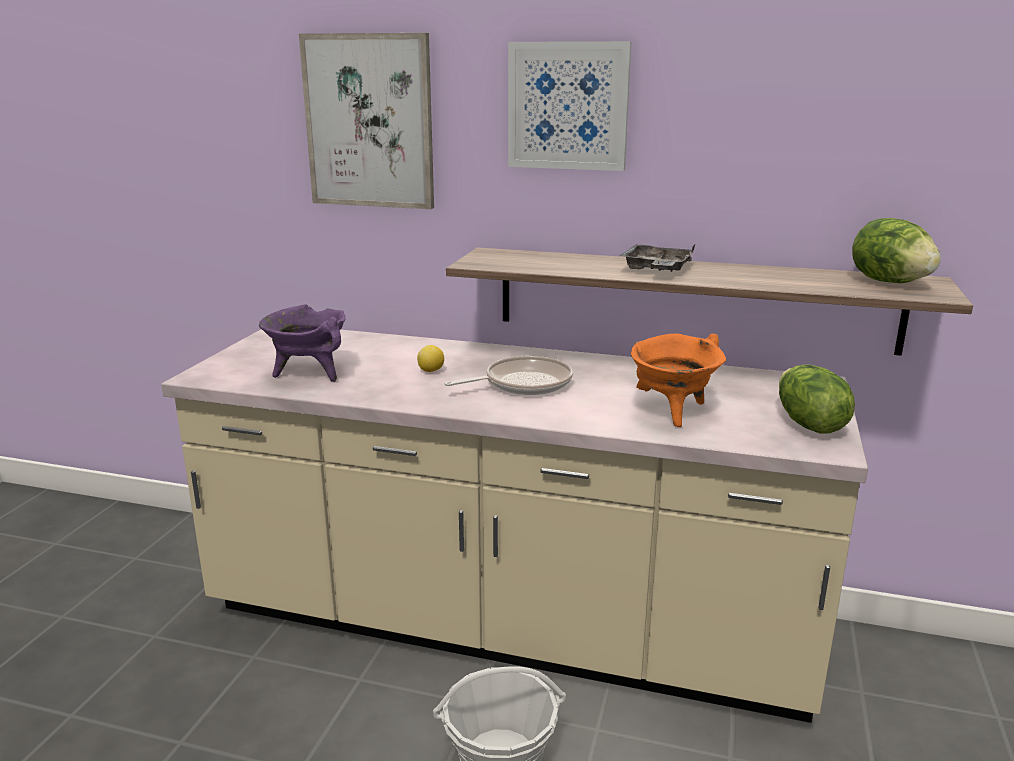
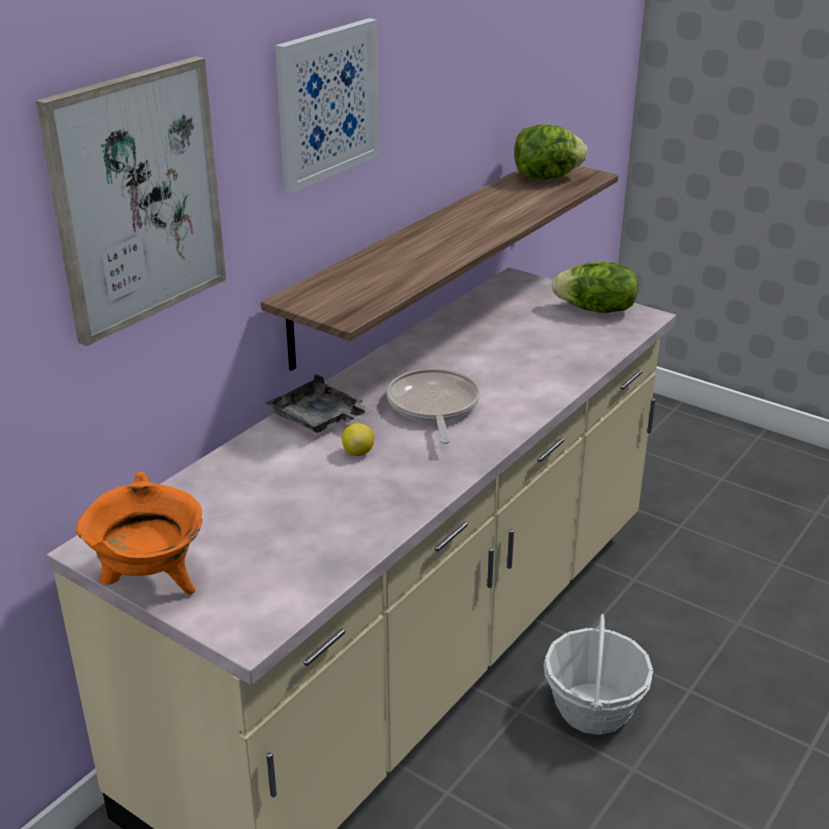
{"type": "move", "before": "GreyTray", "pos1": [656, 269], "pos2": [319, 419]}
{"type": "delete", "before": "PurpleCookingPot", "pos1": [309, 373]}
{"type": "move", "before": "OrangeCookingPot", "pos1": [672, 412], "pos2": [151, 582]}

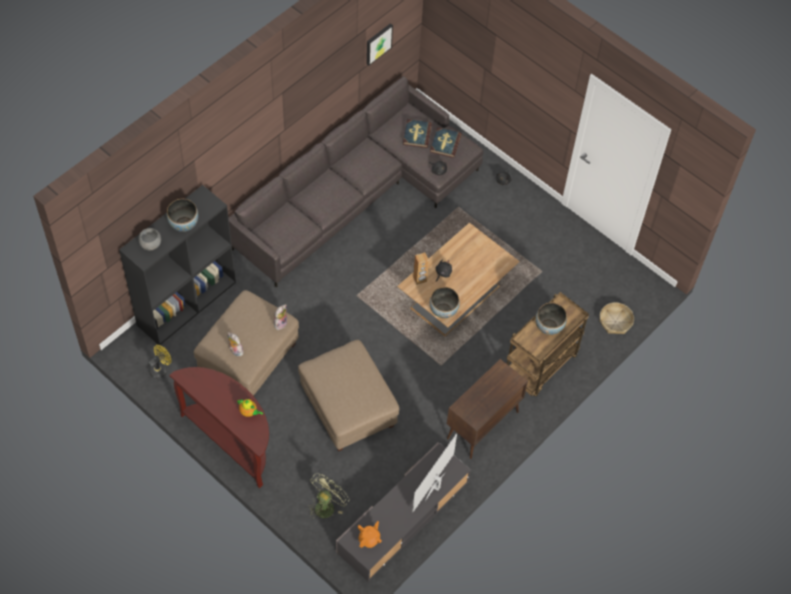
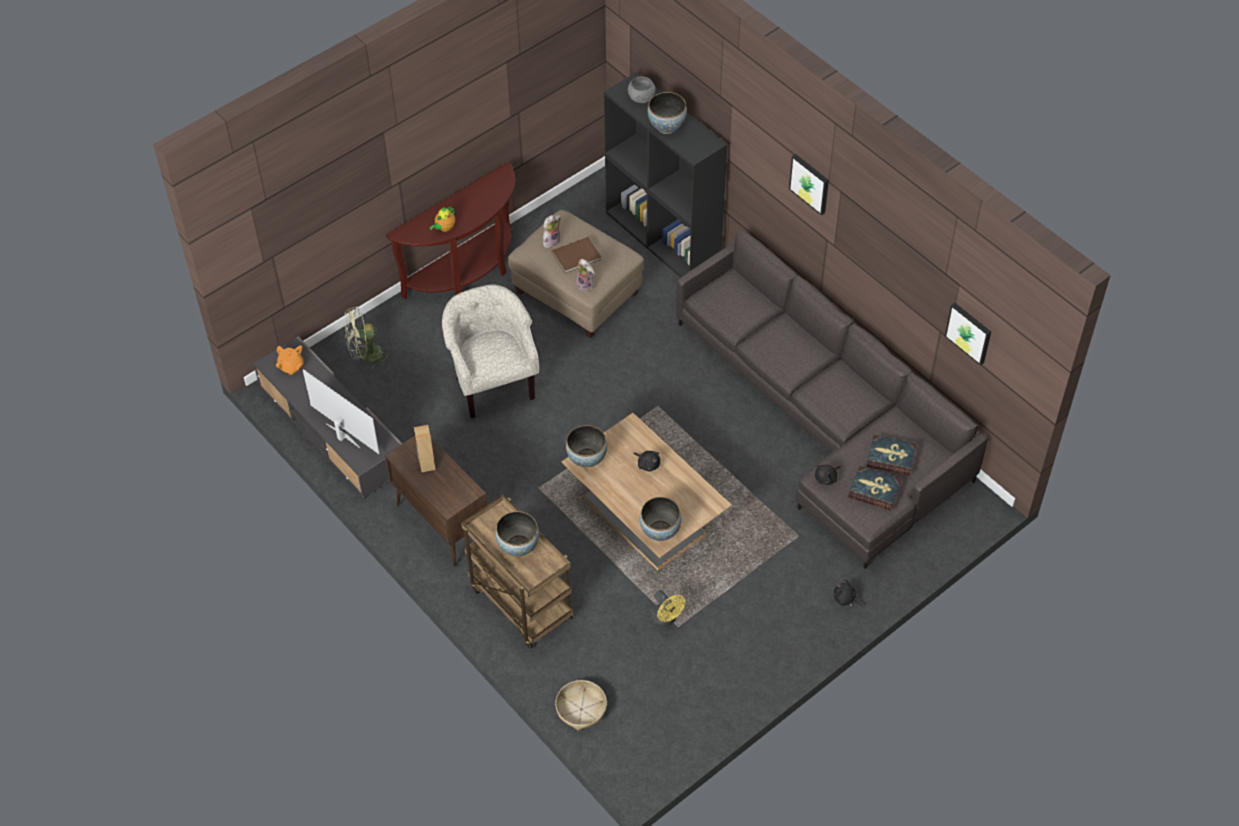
{"type": "move", "before": "BrownSpeaker", "pos1": [420, 279], "pos2": [426, 465]}
{"type": "replace", "before": "BeigeOttoman", "after": "BeigeArmchair", "pos1": [347, 407], "pos2": [492, 385]}
{"type": "move", "before": "YellowFan", "pos1": [160, 369], "pos2": [666, 619]}
{"type": "rotate", "before": "GreenFan", "pos1": [326, 505], "pos2": [365, 356], "turn": 120}
{"type": "insert", "after": "Picture", "pos2": [810, 183]}
{"type": "insert", "after": "BrownBook", "pos2": [576, 257]}
{"type": "insert", "after": "Bowl", "pos2": [660, 531]}

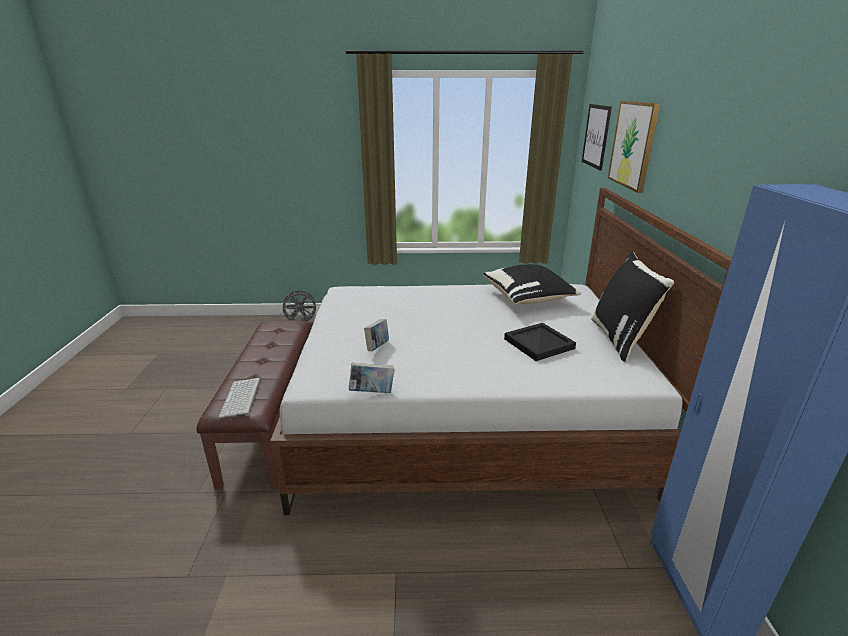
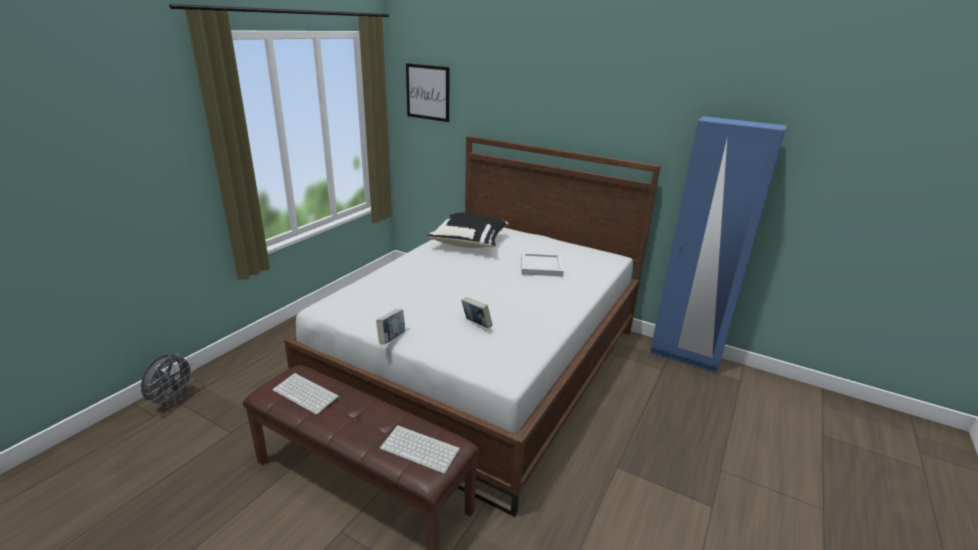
{"type": "delete", "before": "Picture", "pos1": [633, 145]}
{"type": "delete", "before": "BlackPillow", "pos1": [621, 339]}
{"type": "recolor", "before": "BlackTray", "after": "WhiteTray", "pos1": [538, 344], "pos2": [542, 266]}
{"type": "move", "before": "Book", "pos1": [372, 392], "pos2": [392, 339]}
{"type": "insert", "after": "Keyboard", "pos2": [307, 393]}

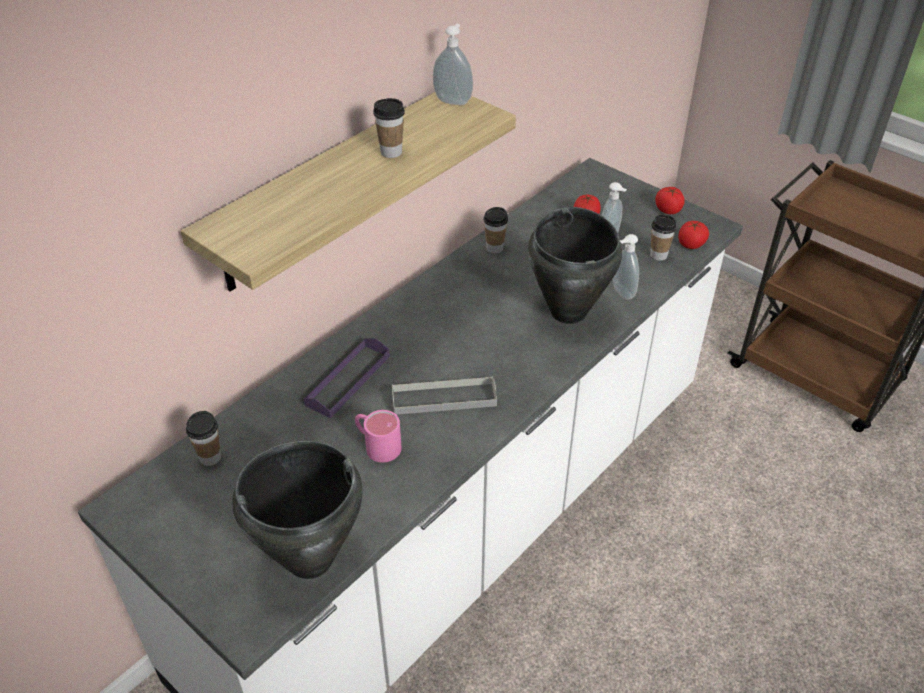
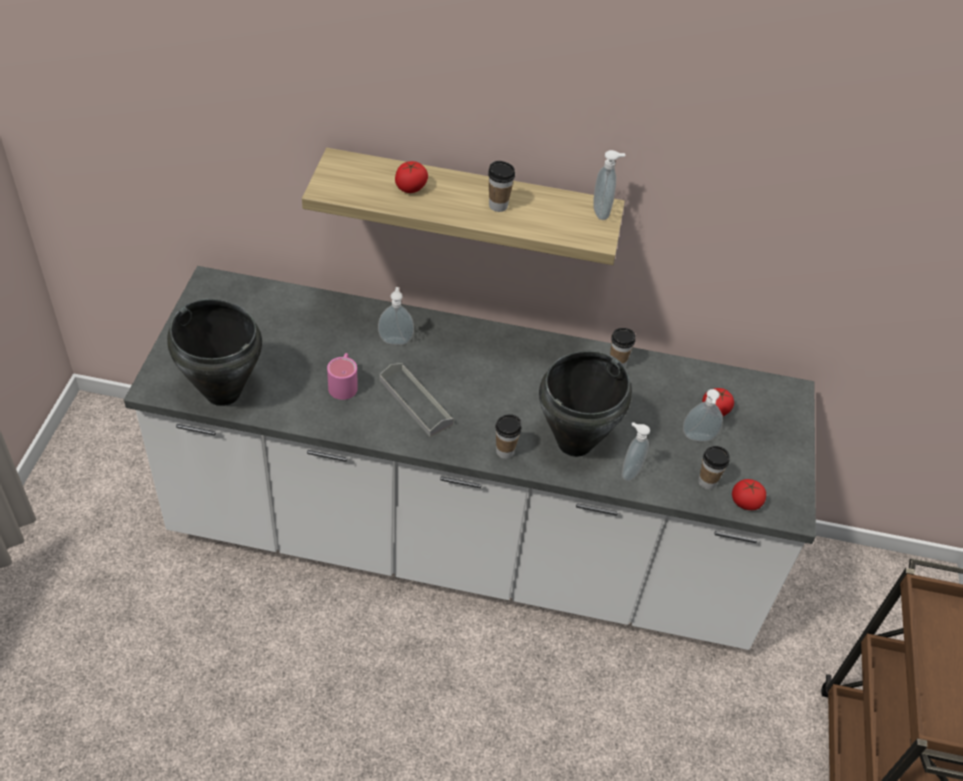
{"type": "move", "before": "Tomato", "pos1": [668, 210], "pos2": [410, 188]}
{"type": "replace", "before": "PurpleTray", "after": "SoapDispenser", "pos1": [348, 380], "pos2": [395, 340]}
{"type": "move", "before": "Cup", "pos1": [210, 457], "pos2": [505, 451]}

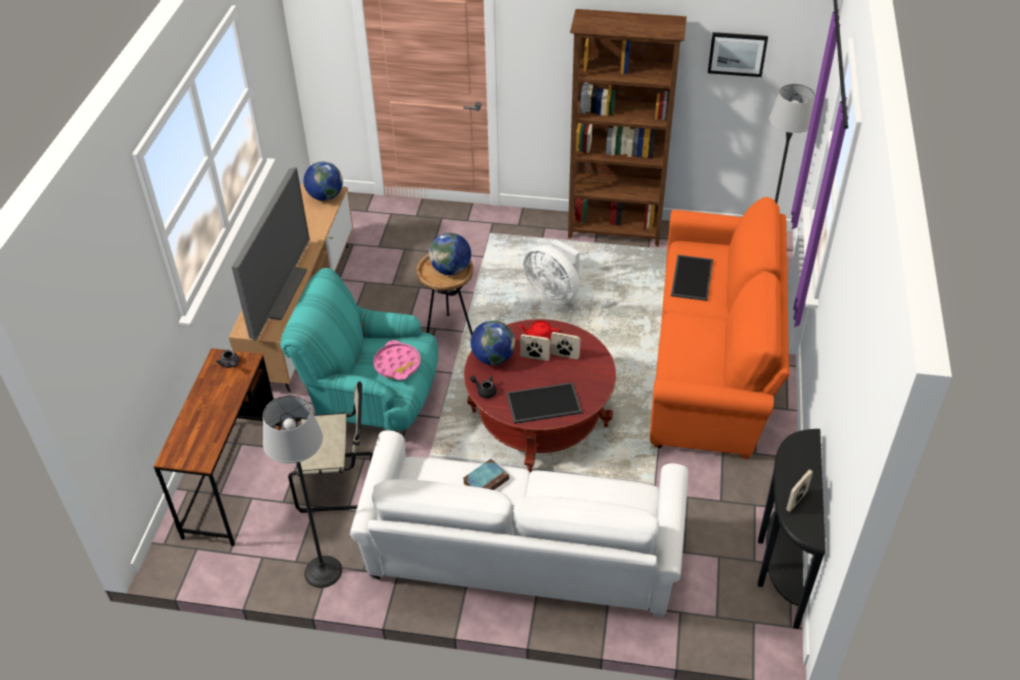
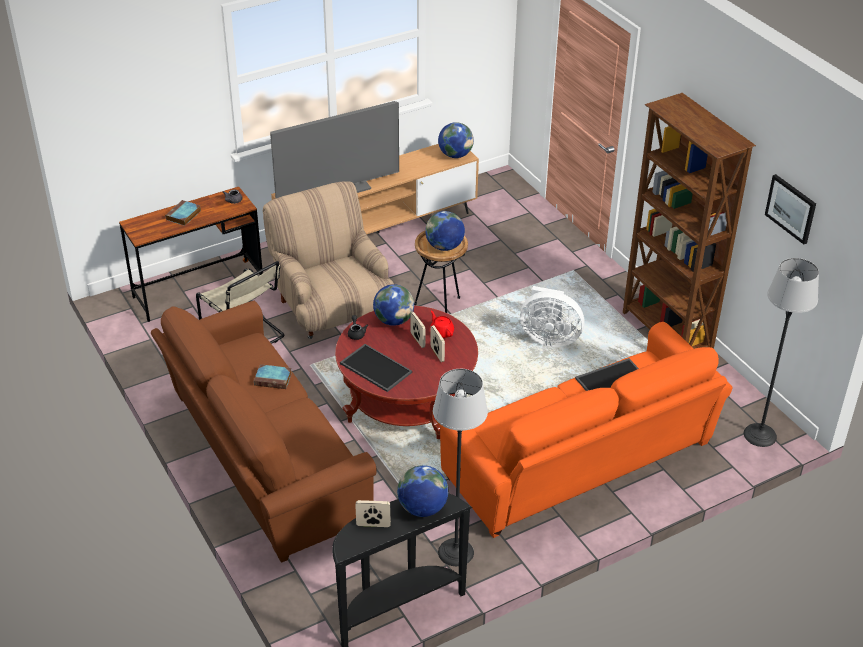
{"type": "rotate", "before": "WhiteFan", "pos1": [554, 293], "pos2": [549, 338], "turn": -75}
{"type": "recolor", "before": "TurquoiseArmchair", "after": "BeigeArmchair", "pos1": [371, 402], "pos2": [331, 309]}
{"type": "delete", "before": "PinkTray", "pos1": [397, 364]}
{"type": "move", "before": "FloorLamp", "pos1": [323, 571], "pos2": [455, 552]}
{"type": "recolor", "before": "WhiteSofa", "after": "BrownSofa", "pos1": [521, 561], "pos2": [262, 460]}
{"type": "insert", "after": "Book", "pos2": [183, 215]}
{"type": "insert", "after": "Globe", "pos2": [422, 508]}

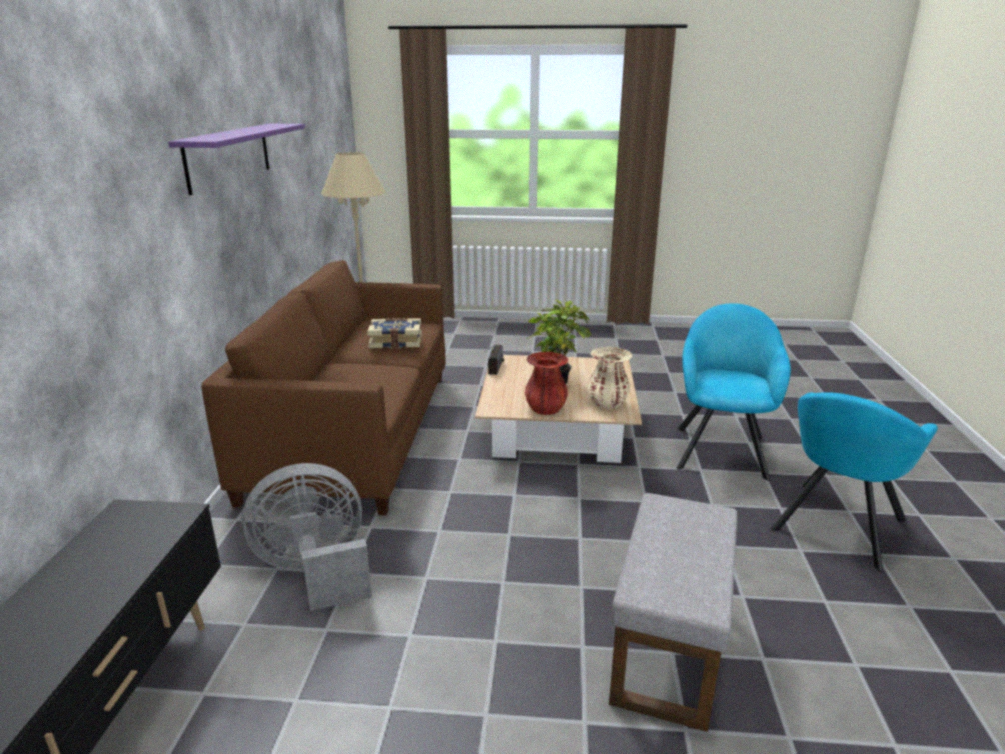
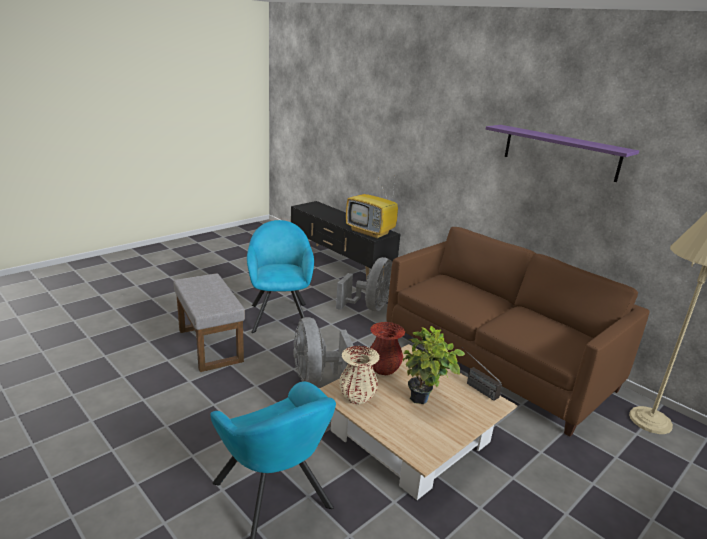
{"type": "delete", "before": "Book", "pos1": [396, 341]}
{"type": "move", "before": "TurquoiseArmchair", "pos1": [836, 527], "pos2": [279, 315]}
{"type": "insert", "after": "Television", "pos2": [371, 233]}
{"type": "insert", "after": "GreyFan", "pos2": [316, 379]}

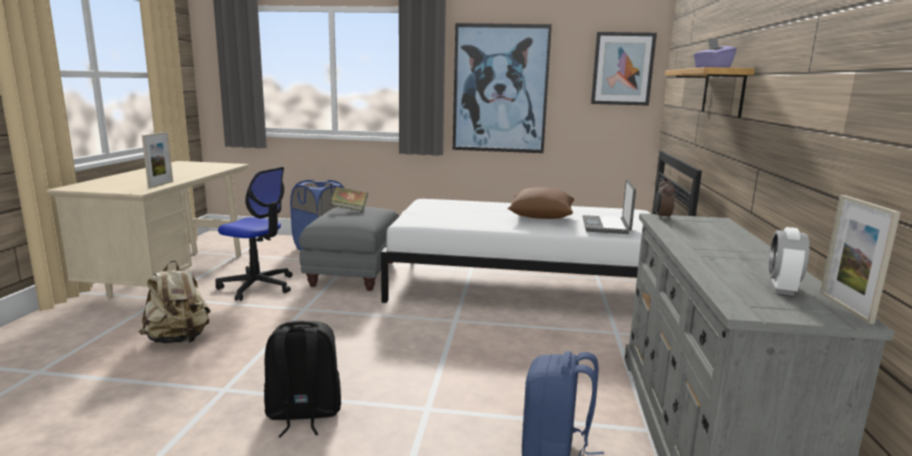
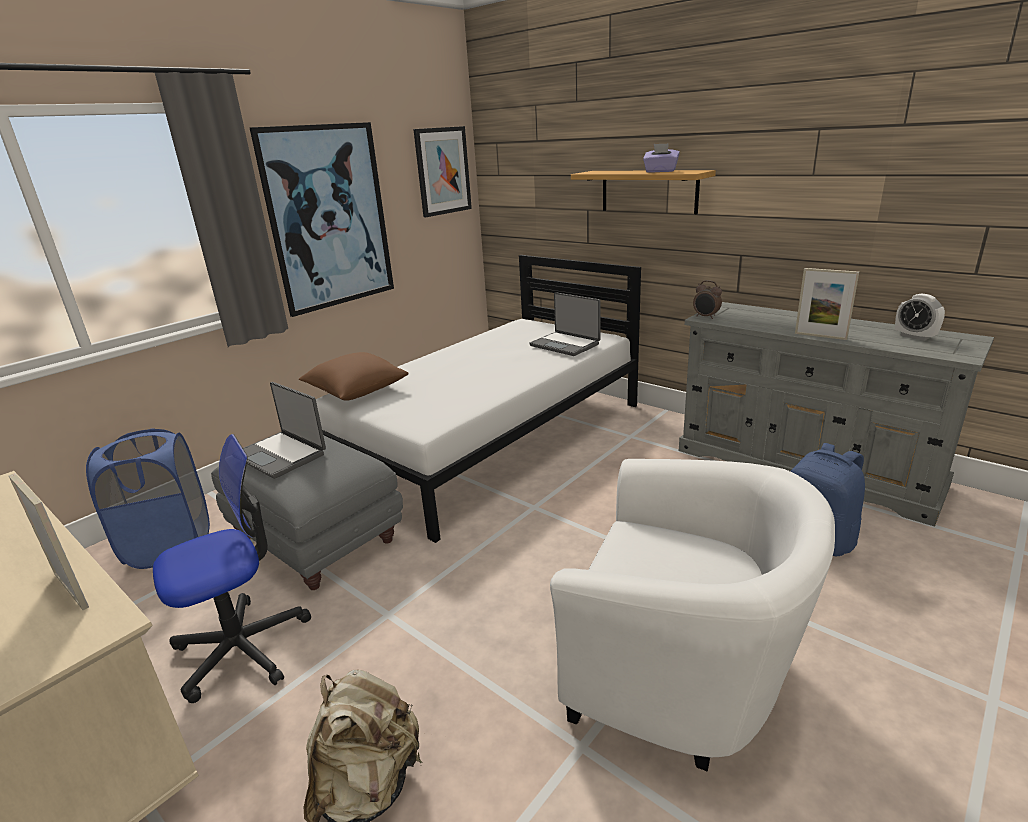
{"type": "replace", "before": "Book", "after": "Laptop", "pos1": [349, 209], "pos2": [281, 455]}
{"type": "move", "before": "BrownPillow", "pos1": [540, 217], "pos2": [356, 392]}
{"type": "move", "before": "PictureFrame", "pos1": [845, 307], "pos2": [820, 336]}
{"type": "replace", "before": "BlackBackpack", "after": "WhiteArmchair", "pos1": [303, 414], "pos2": [683, 677]}

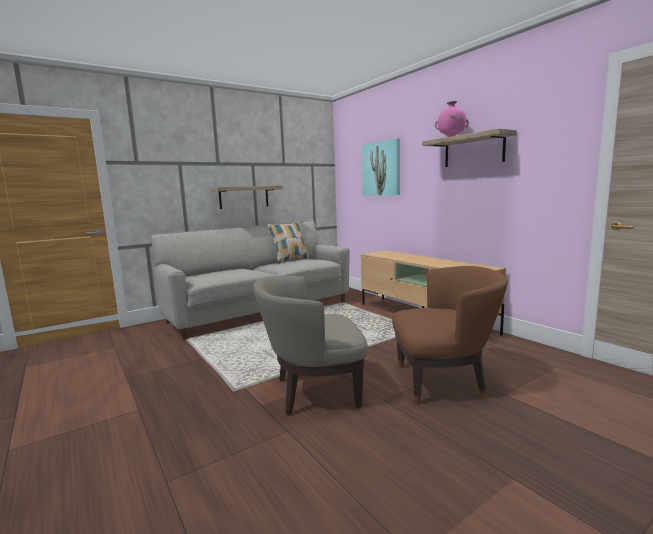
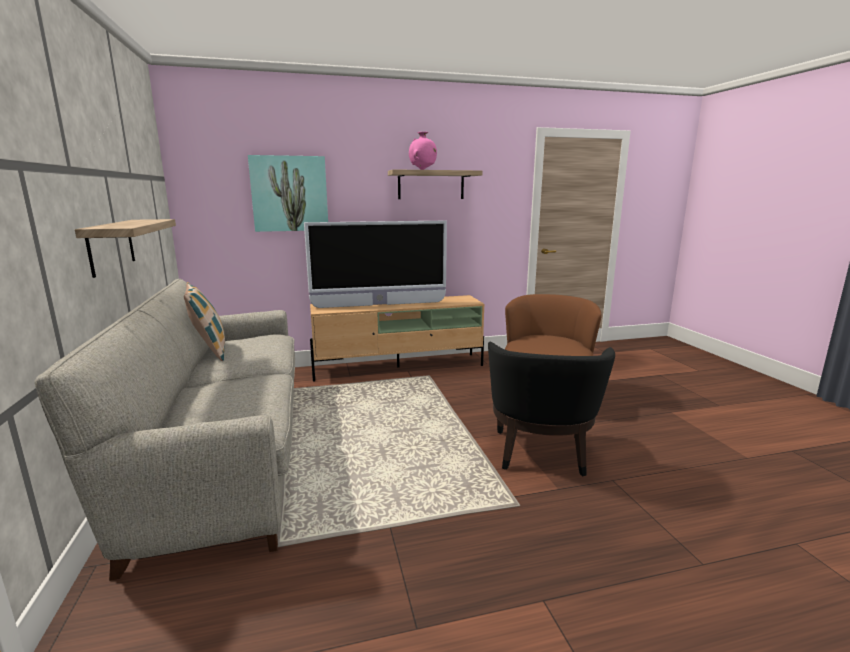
{"type": "recolor", "before": "BeigeArmchair", "after": "BlackArmchair", "pos1": [313, 392], "pos2": [540, 454]}
{"type": "insert", "after": "Television", "pos2": [379, 305]}

